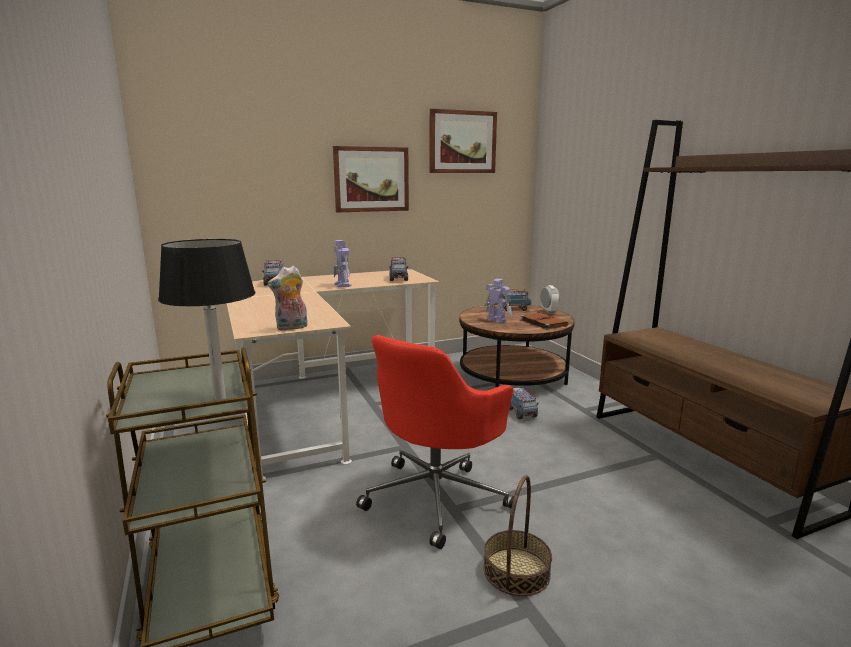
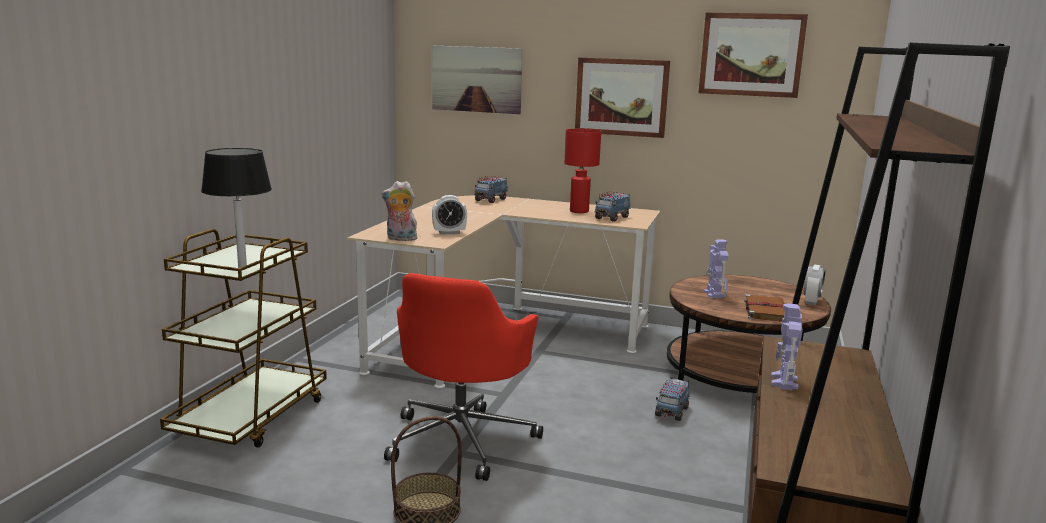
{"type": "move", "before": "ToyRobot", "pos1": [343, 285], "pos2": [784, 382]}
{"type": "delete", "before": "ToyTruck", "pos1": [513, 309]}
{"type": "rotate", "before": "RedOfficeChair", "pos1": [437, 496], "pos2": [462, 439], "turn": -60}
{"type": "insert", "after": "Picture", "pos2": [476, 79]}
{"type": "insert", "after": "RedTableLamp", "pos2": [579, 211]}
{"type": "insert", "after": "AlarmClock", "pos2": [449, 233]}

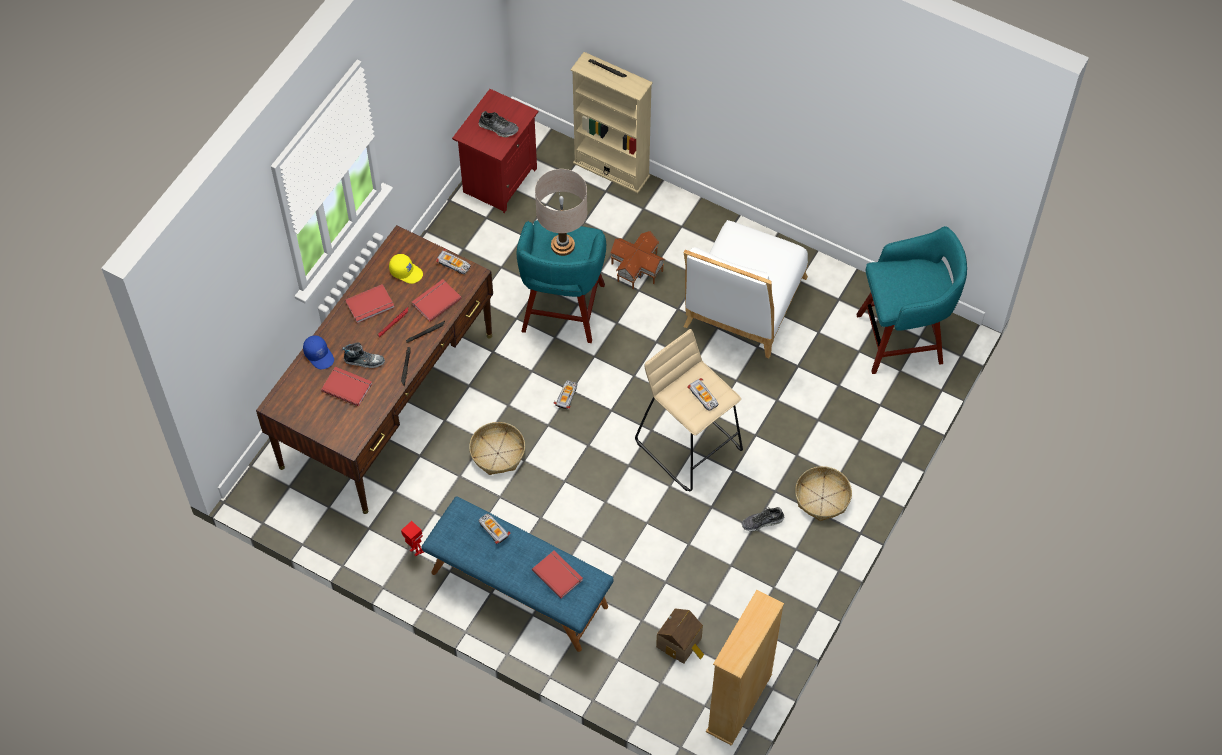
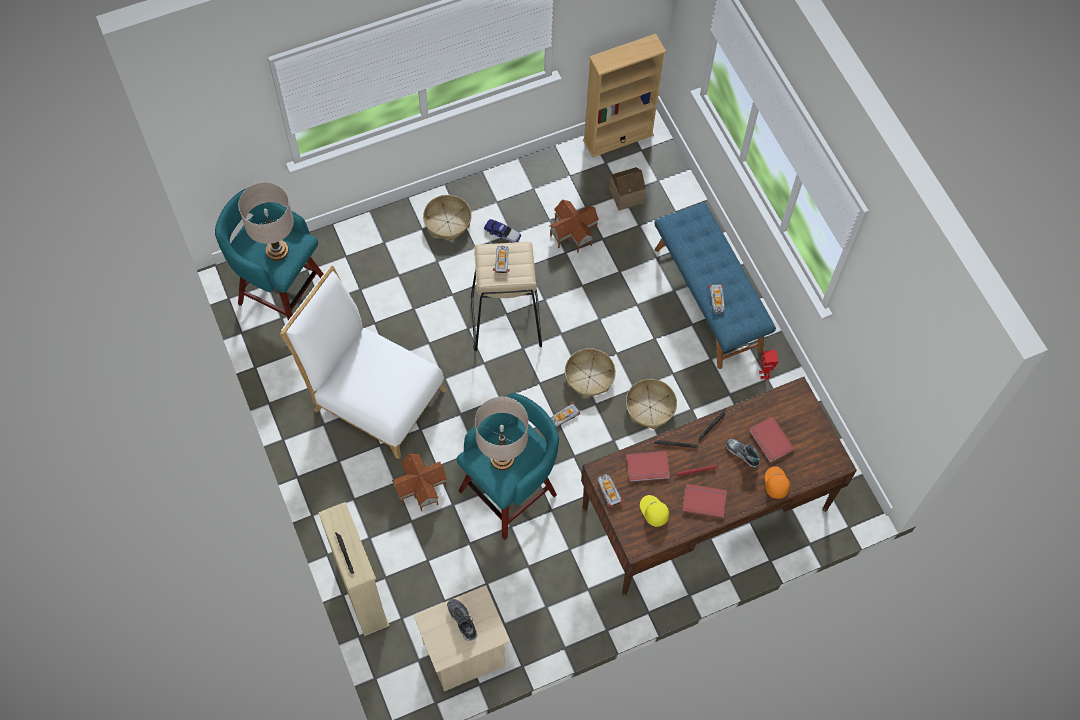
{"type": "recolor", "before": "RedNightstand", "after": "BeigeNightstand", "pos1": [498, 180], "pos2": [465, 655]}
{"type": "rotate", "before": "WhiteChair", "pos1": [742, 308], "pos2": [372, 395], "turn": -120}
{"type": "recolor", "before": "BlueCap", "after": "OrangeCap", "pos1": [319, 355], "pos2": [775, 483]}
{"type": "replace", "before": "Shoe", "after": "ToyCar", "pos1": [762, 522], "pos2": [502, 233]}
{"type": "delete", "before": "RedBook", "pos1": [558, 574]}
{"type": "insert", "after": "BeigeTableLamp", "pos2": [277, 251]}
{"type": "insert", "after": "ToyHouse", "pos2": [573, 231]}
{"type": "insert", "after": "Basket", "pos2": [589, 376]}

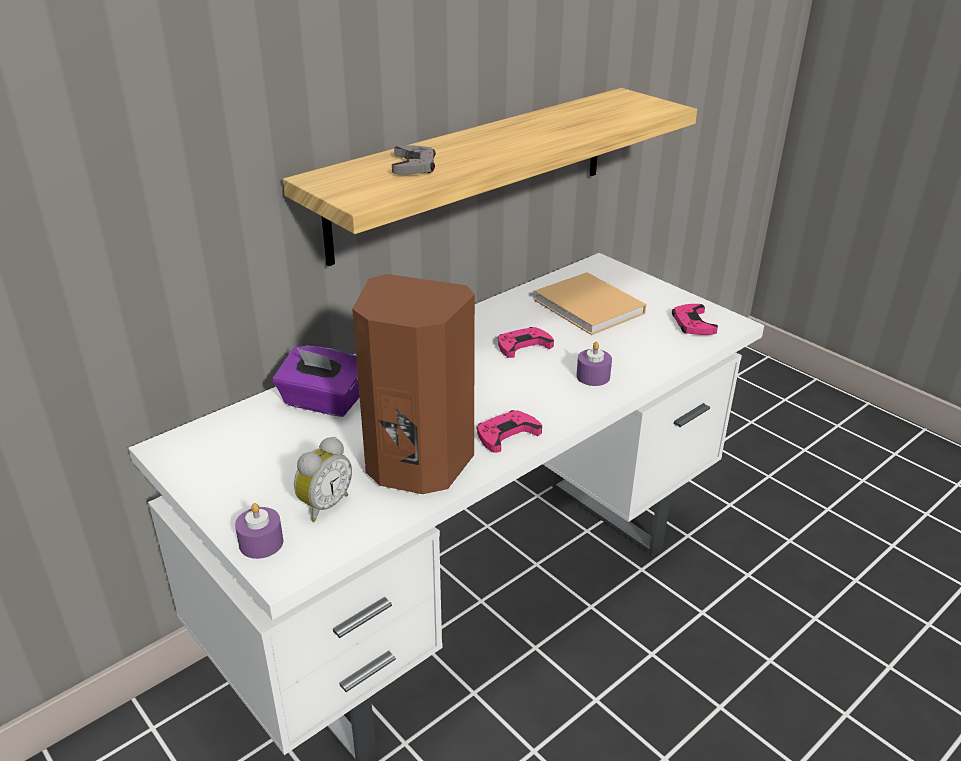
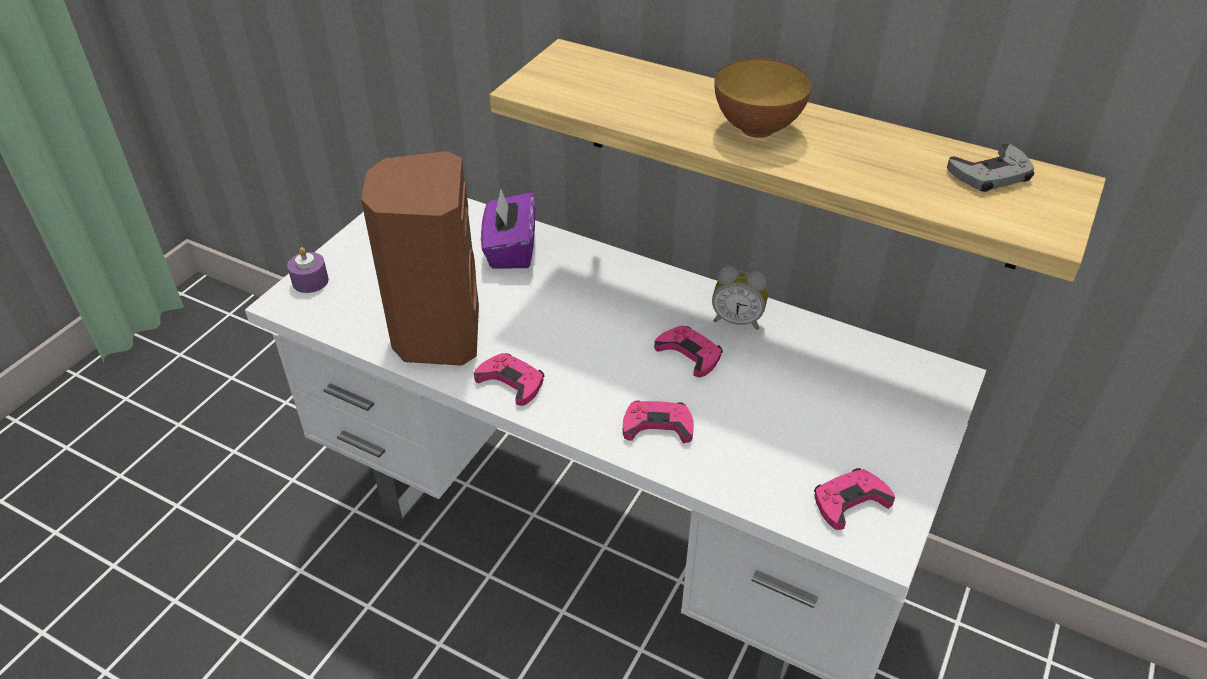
{"type": "move", "before": "GreyGameController", "pos1": [414, 165], "pos2": [991, 175]}
{"type": "delete", "before": "BeigeBook", "pos1": [590, 308]}
{"type": "replace", "before": "PurpleCandle", "after": "PinkGameController", "pos1": [593, 376], "pos2": [657, 425]}
{"type": "move", "before": "AlarmClock", "pos1": [323, 505], "pos2": [737, 320]}
{"type": "insert", "after": "Bowl", "pos2": [757, 129]}

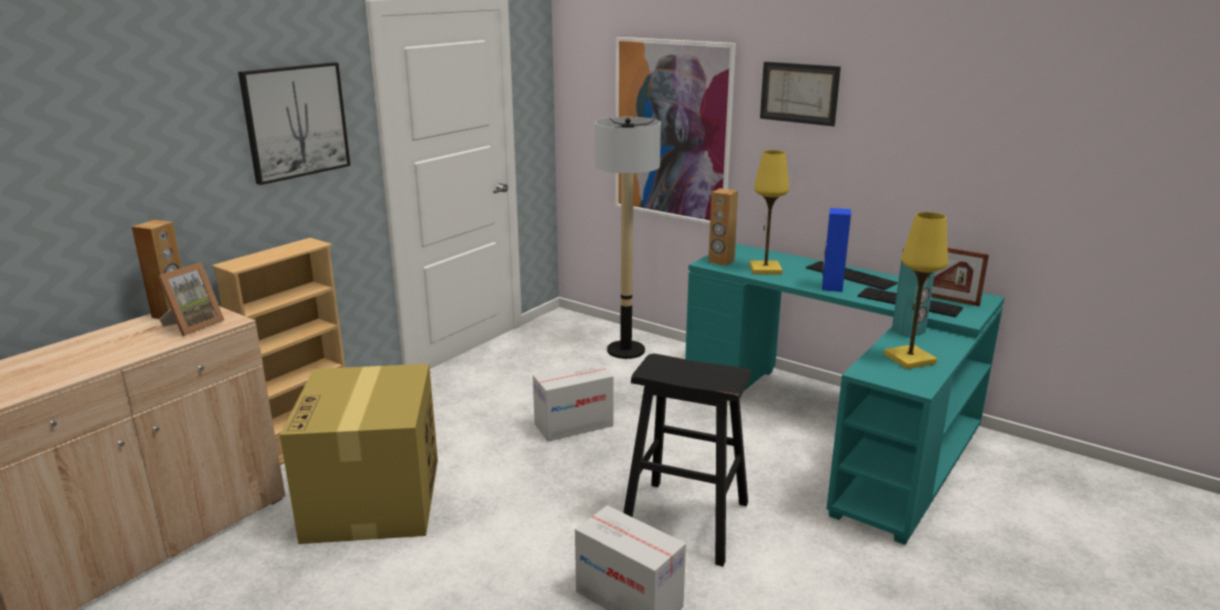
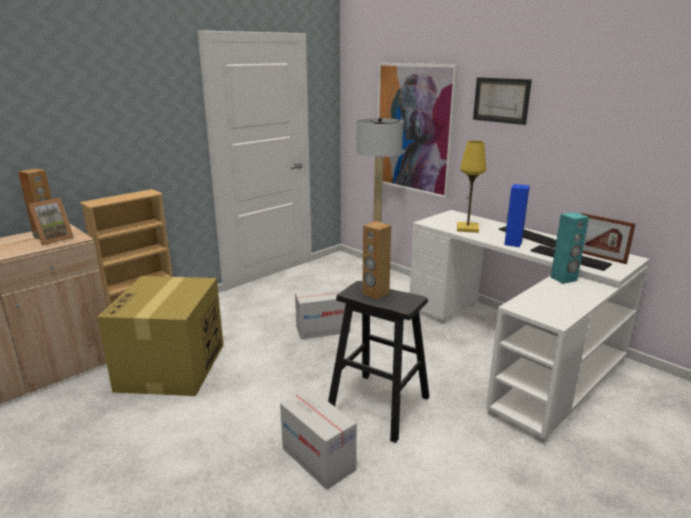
{"type": "delete", "before": "Picture", "pos1": [295, 121]}
{"type": "move", "before": "BrownSpeaker", "pos1": [721, 261], "pos2": [375, 294]}
{"type": "delete", "before": "YellowTableLamp", "pos1": [909, 359]}
{"type": "recolor", "before": "TurquoiseDesk", "after": "WhiteDesk", "pos1": [840, 428], "pos2": [515, 349]}

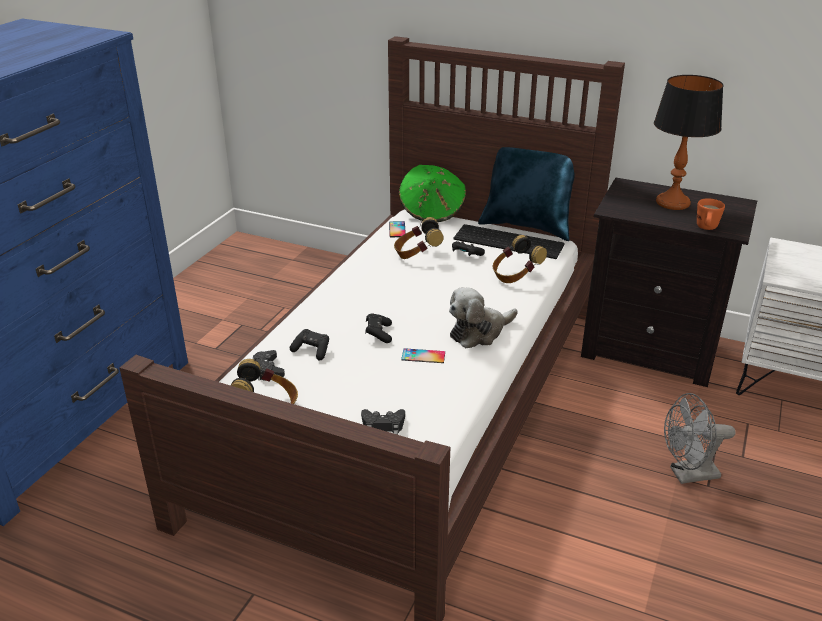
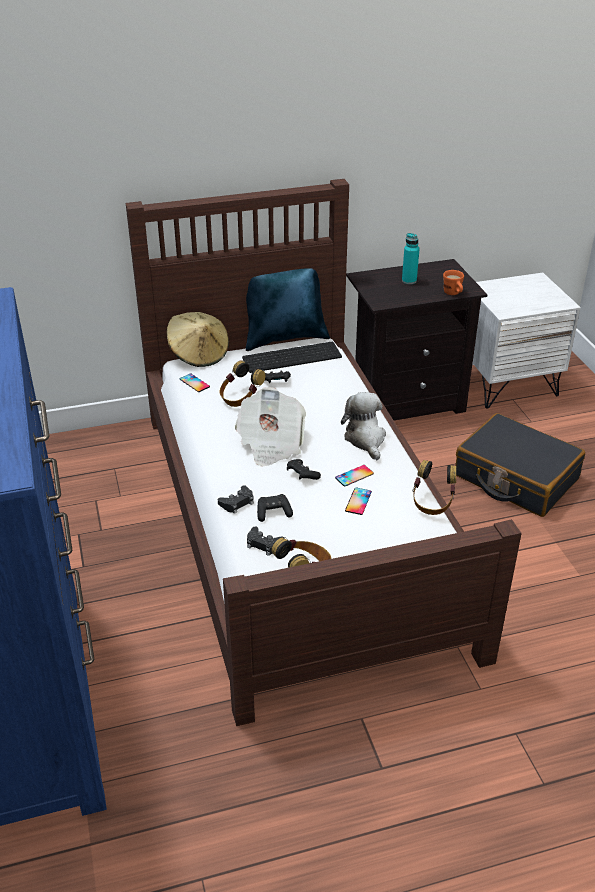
{"type": "replace", "before": "TableLamp", "after": "TurquoiseBottle", "pos1": [672, 202], "pos2": [409, 281]}
{"type": "recolor", "before": "GreenHat", "after": "BeigeHat", "pos1": [432, 211], "pos2": [199, 354]}
{"type": "move", "before": "Headphones", "pos1": [515, 276], "pos2": [432, 502]}
{"type": "rotate", "before": "PlushToy", "pos1": [479, 332], "pos2": [365, 439], "turn": 150}
{"type": "replace", "before": "GreyFan", "after": "BlackSuitcase", "pos1": [687, 474], "pos2": [515, 478]}
{"type": "move", "before": "BlackGameController", "pos1": [383, 425], "pos2": [237, 503]}
{"type": "insert", "after": "Newspaper", "pos2": [271, 443]}
{"type": "insert", "after": "Phone", "pos2": [358, 501]}

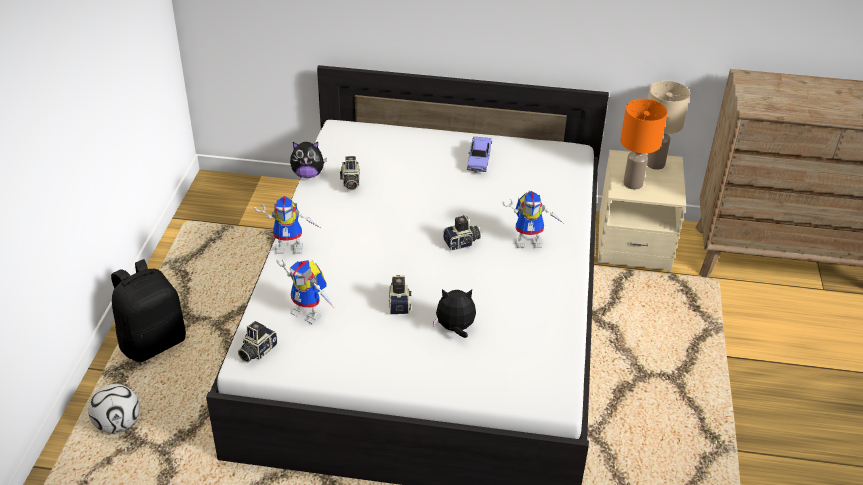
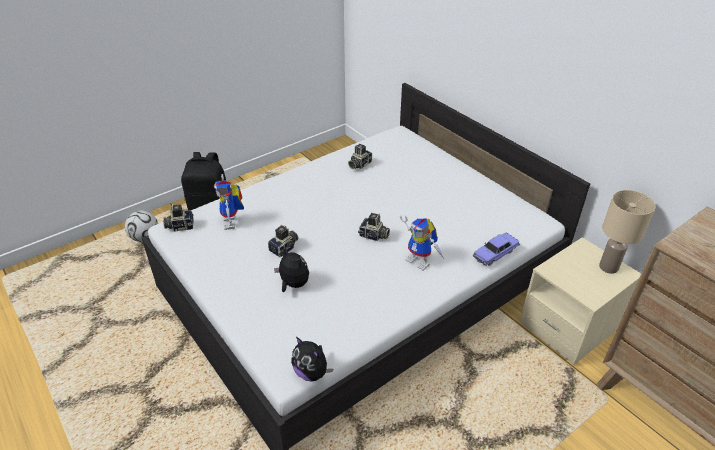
{"type": "delete", "before": "OrangeTableLamp", "pos1": [632, 184]}
{"type": "move", "before": "ToyCar", "pos1": [479, 160], "pos2": [495, 253]}
{"type": "move", "before": "PlushToy", "pos1": [308, 174], "pos2": [312, 372]}
{"type": "delete", "before": "ToyRobot", "pos1": [291, 246]}

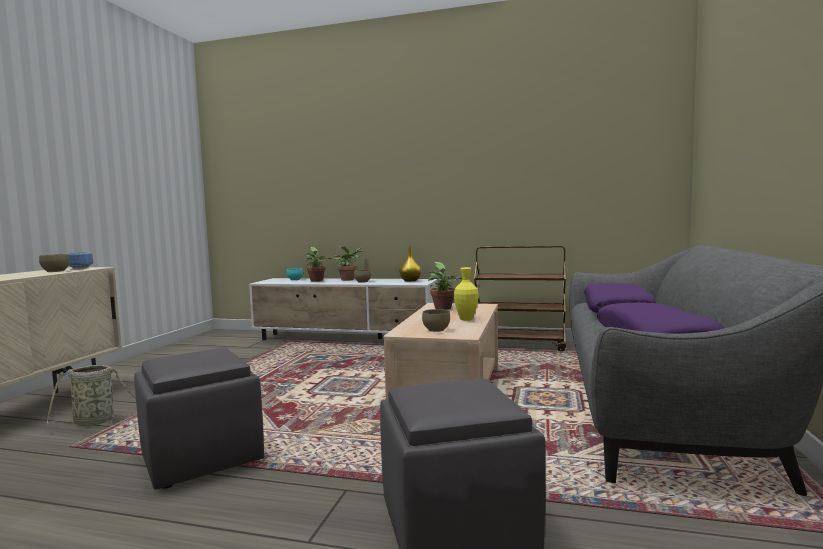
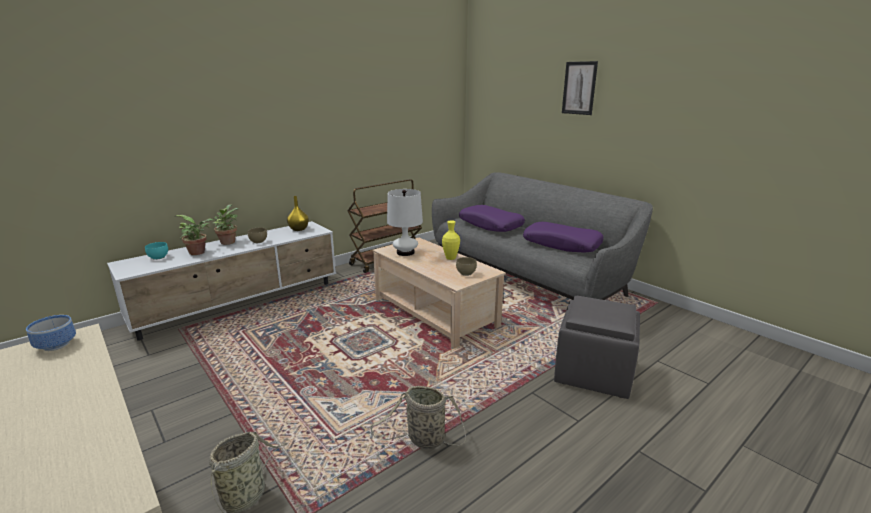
{"type": "delete", "before": "BrownBowl", "pos1": [55, 271]}
{"type": "replace", "before": "PottedPlant", "after": "WhiteTableLamp", "pos1": [444, 309], "pos2": [405, 252]}
{"type": "replace", "before": "GreyOttoman", "after": "Basket", "pos1": [200, 457], "pos2": [423, 440]}
{"type": "insert", "after": "Picture", "pos2": [579, 88]}

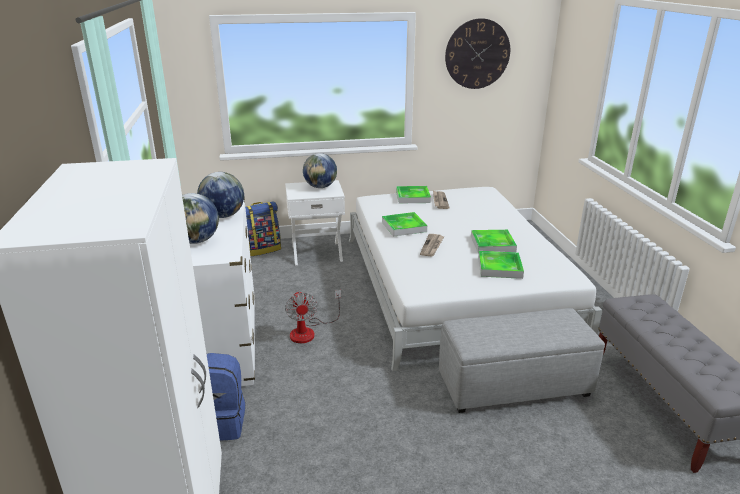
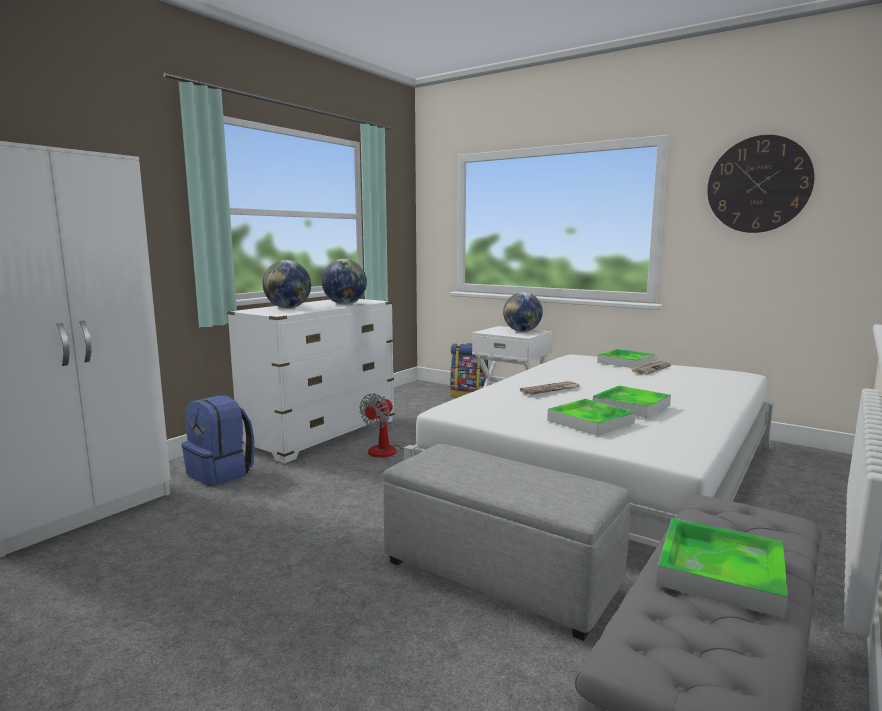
{"type": "move", "before": "Tray", "pos1": [404, 227], "pos2": [720, 572]}

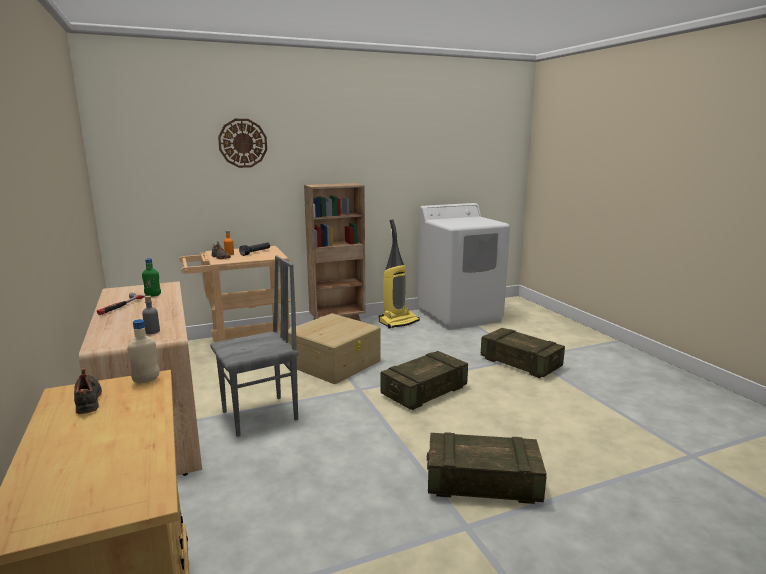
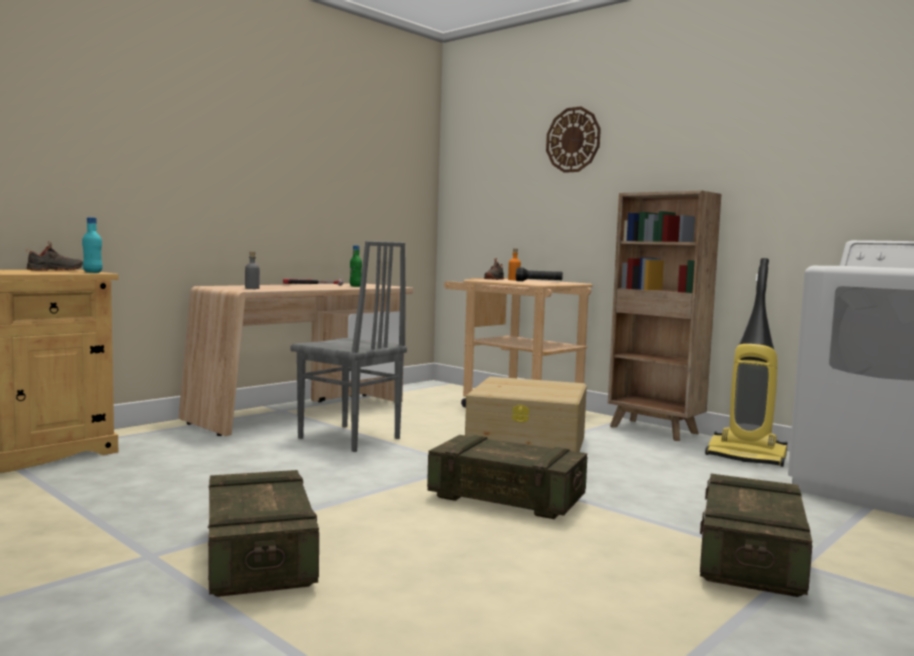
{"type": "recolor", "before": "BeigeBottle", "after": "TurquoiseBottle", "pos1": [146, 380], "pos2": [92, 272]}

